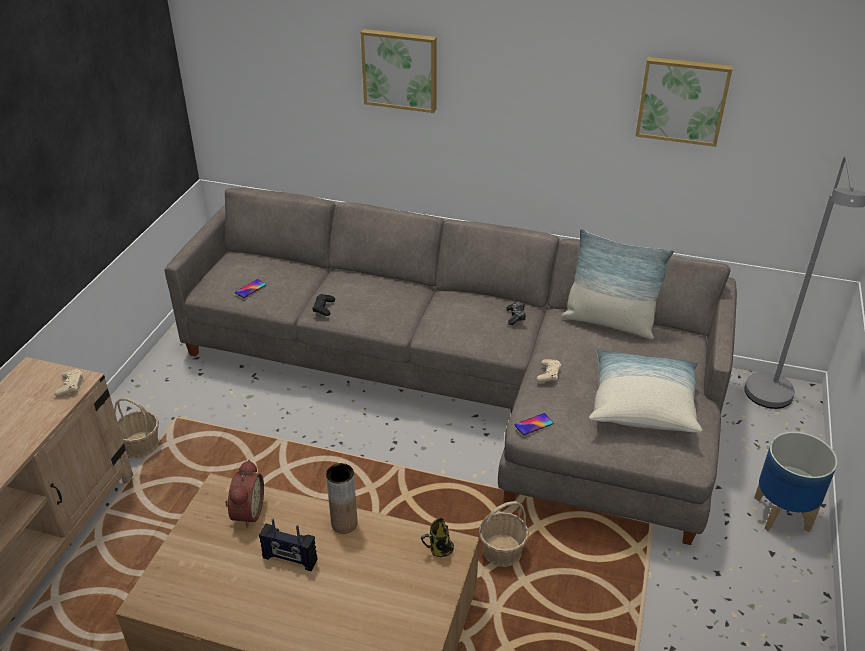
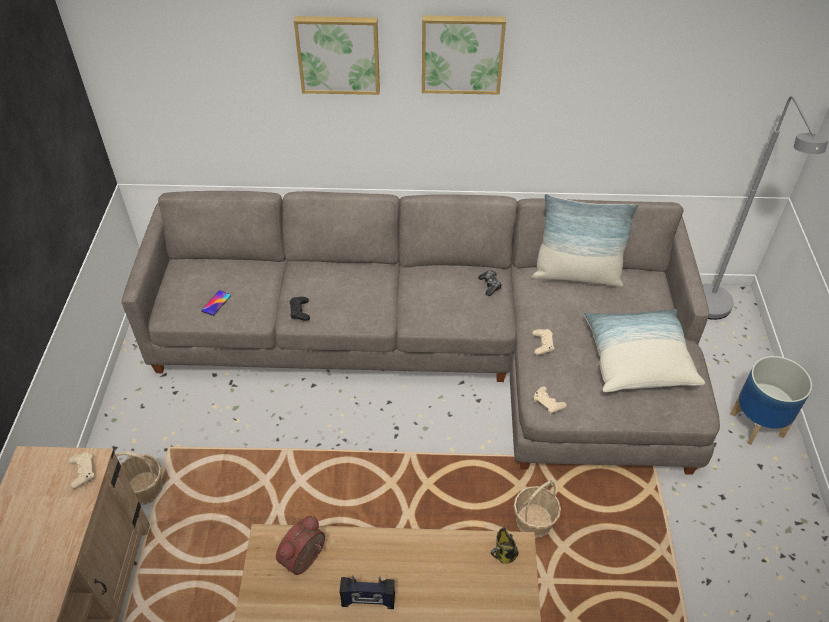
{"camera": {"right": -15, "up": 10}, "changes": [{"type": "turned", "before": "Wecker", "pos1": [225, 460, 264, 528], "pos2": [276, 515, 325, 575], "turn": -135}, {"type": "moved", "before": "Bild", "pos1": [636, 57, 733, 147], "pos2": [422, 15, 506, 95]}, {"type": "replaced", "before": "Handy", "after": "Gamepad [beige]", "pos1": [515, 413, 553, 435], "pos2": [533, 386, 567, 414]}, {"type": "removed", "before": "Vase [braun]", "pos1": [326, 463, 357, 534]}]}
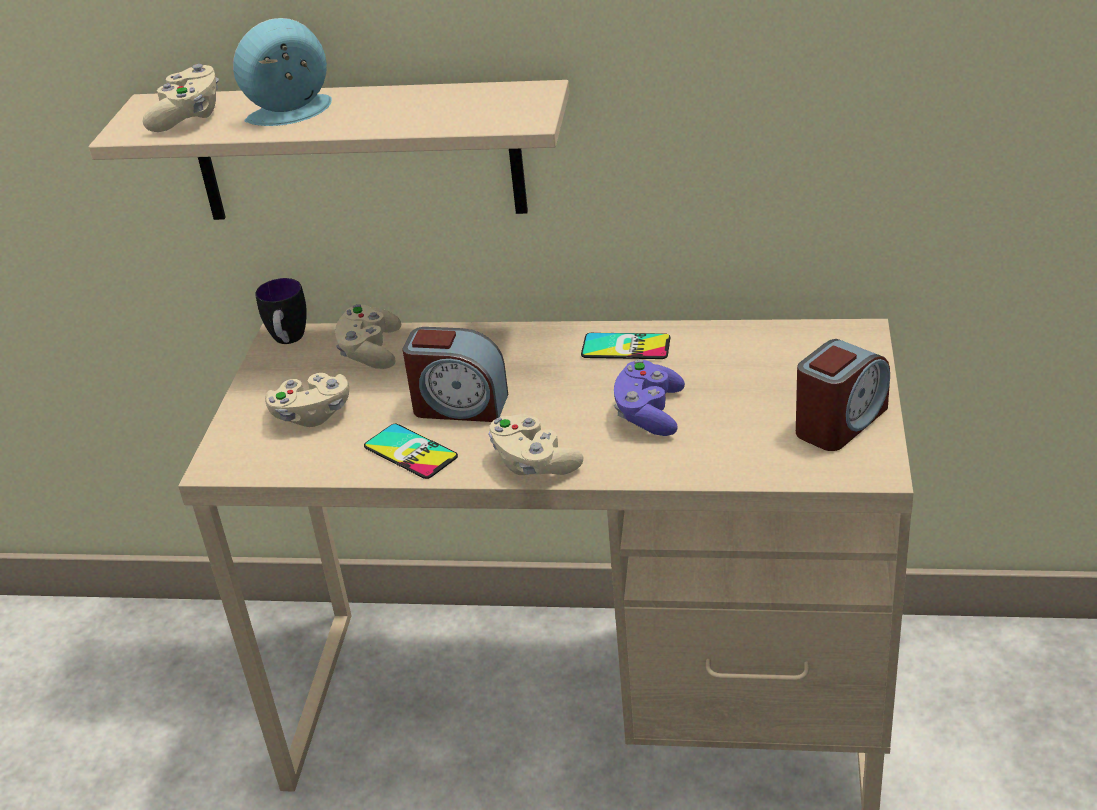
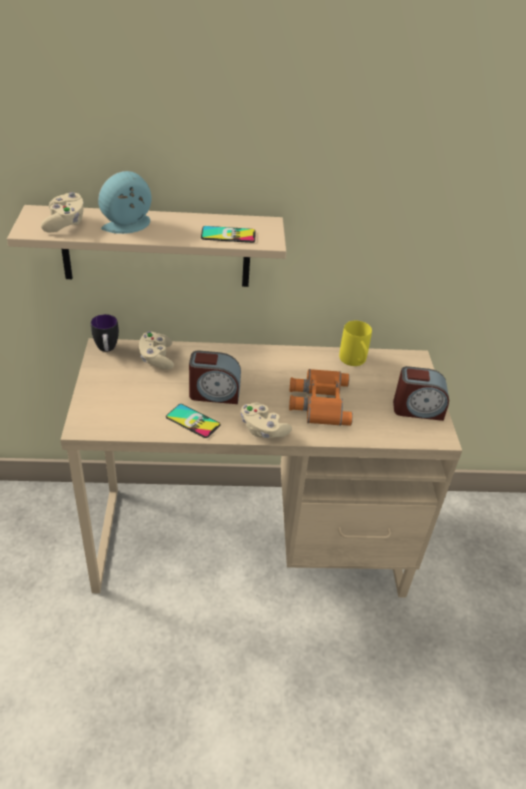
{"camera": {"right": -15, "up": 5}, "changes": [{"type": "moved", "before": "Handy", "pos1": [581, 333, 670, 359], "pos2": [201, 226, 256, 243]}, {"type": "replaced", "before": "Gamepad [lila]", "after": "Fernglas [orange]", "pos1": [614, 359, 685, 436], "pos2": [289, 369, 353, 426]}, {"type": "added", "after": "Henkelbecher [gelb]", "pos2": [339, 321, 372, 366]}, {"type": "turned", "before": "Wecker", "pos1": [796, 339, 890, 451], "pos2": [393, 366, 449, 421], "turn": 60}, {"type": "removed", "before": "Gamepad [beige]", "pos1": [265, 373, 349, 427]}]}
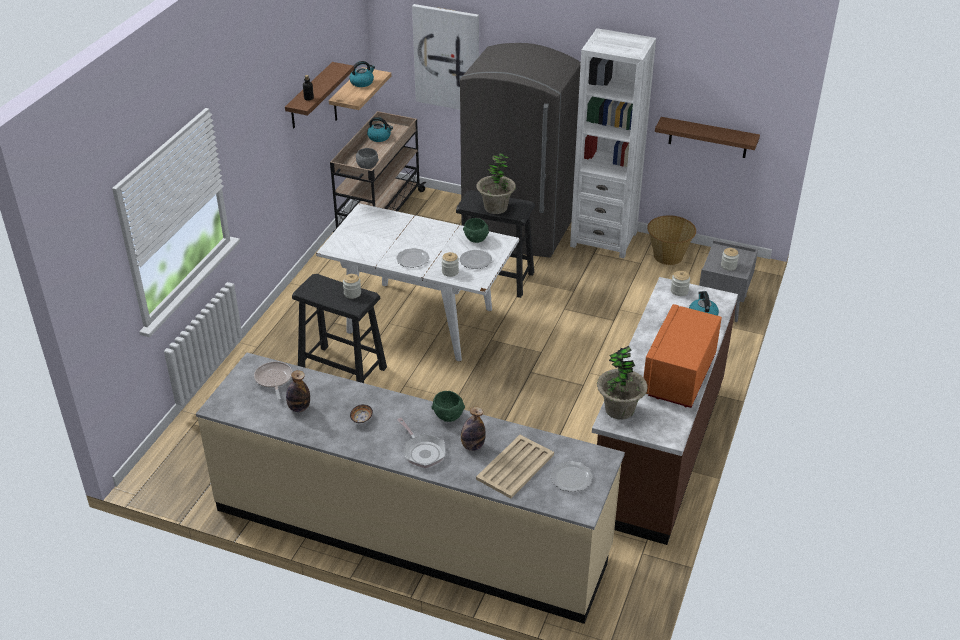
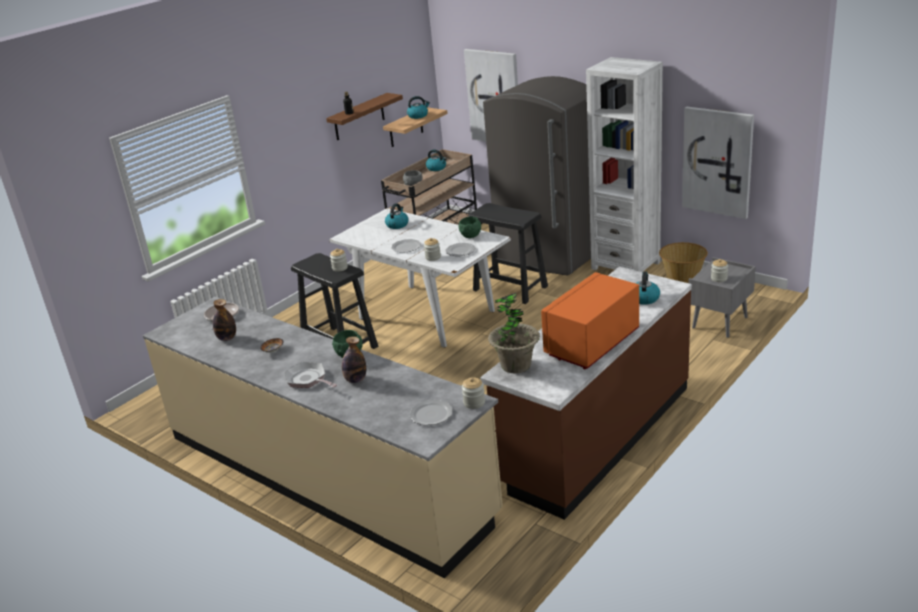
{"camera": {"right": 20, "up": -10}, "changes": [{"type": "turned", "before": "Pfanne", "pos1": [397, 418, 446, 468], "pos2": [284, 362, 337, 388], "turn": 150}, {"type": "added", "after": "Wasserkessel", "pos2": [385, 203, 409, 229]}, {"type": "moved", "before": "Vorratsglas", "pos1": [671, 271, 690, 296], "pos2": [462, 377, 485, 409]}, {"type": "replaced", "before": "Wandregal [braun]", "after": "Bild", "pos1": [655, 117, 760, 158], "pos2": [682, 107, 754, 219]}, {"type": "removed", "before": "Topfpflanze", "pos1": [476, 153, 516, 214]}, {"type": "removed", "before": "Tablett [beige]", "pos1": [476, 435, 554, 499]}]}
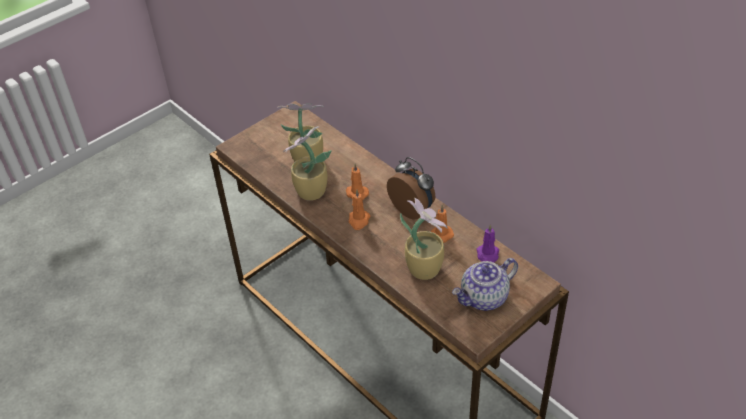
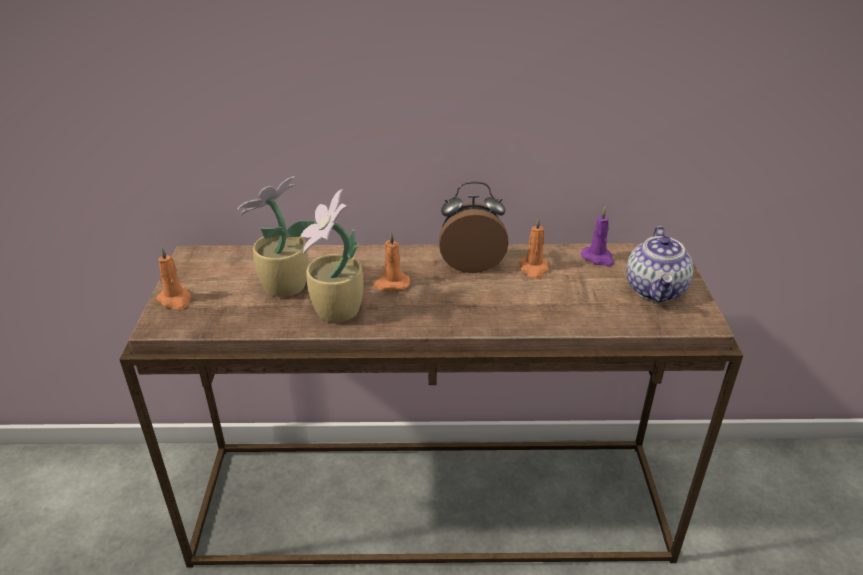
{"camera": {"right": -50, "up": -10}, "changes": [{"type": "moved", "before": "Kerze [orange]", "pos1": [349, 190, 370, 230], "pos2": [156, 247, 191, 310]}, {"type": "removed", "before": "Topfpflanze", "pos1": [400, 198, 448, 280]}]}
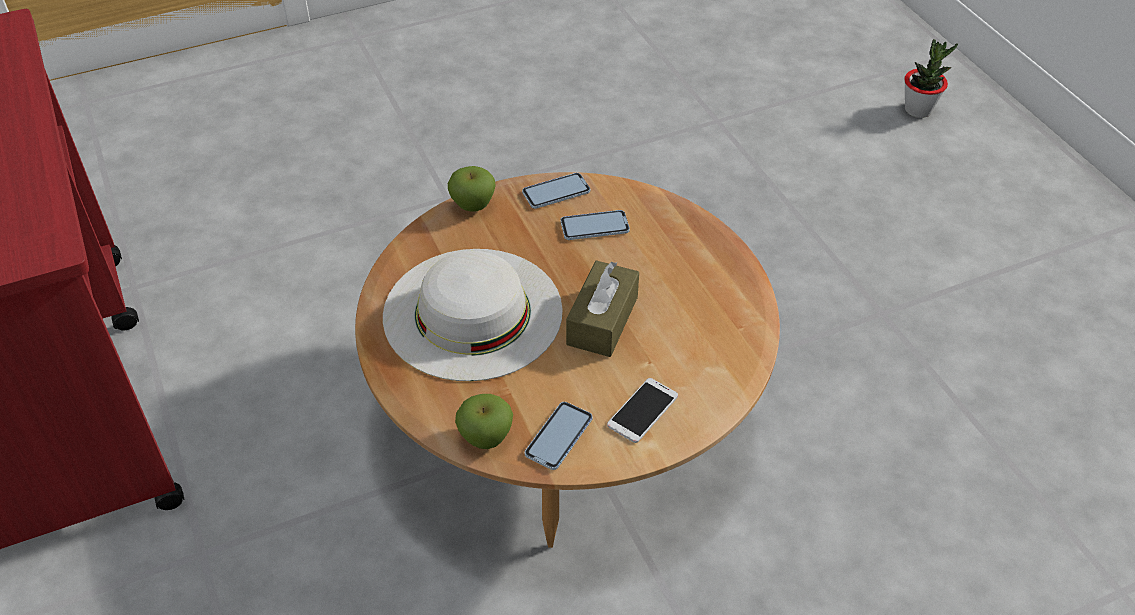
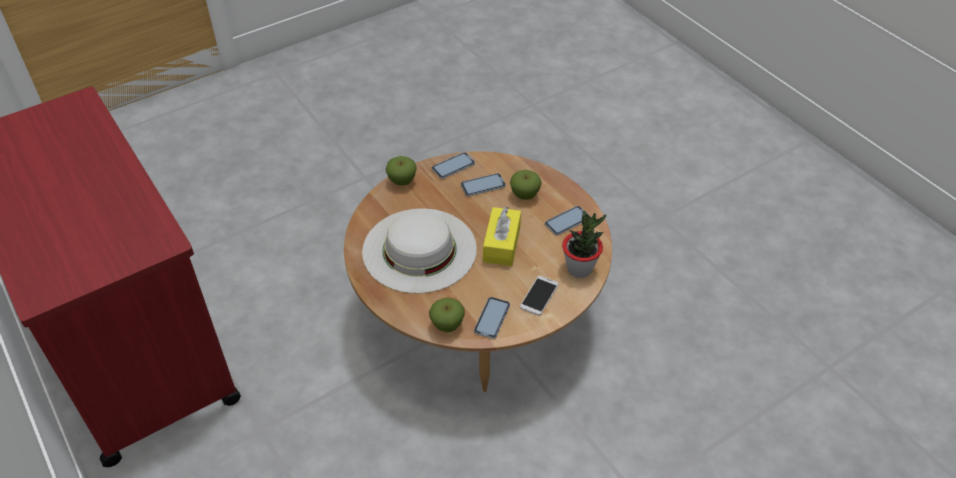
{"camera": {"right": -10, "up": 0}, "changes": [{"type": "recoloured", "before": "Taschentuchbox [braun]", "after": "Taschentuchbox [gelb]", "pos1": [566, 260, 639, 357], "pos2": [483, 207, 521, 266]}, {"type": "added", "after": "Apfel", "pos2": [510, 170, 542, 200]}, {"type": "added", "after": "Handy", "pos2": [545, 206, 588, 236]}, {"type": "moved", "before": "Topfpflanze", "pos1": [904, 39, 958, 118], "pos2": [562, 211, 606, 278]}]}
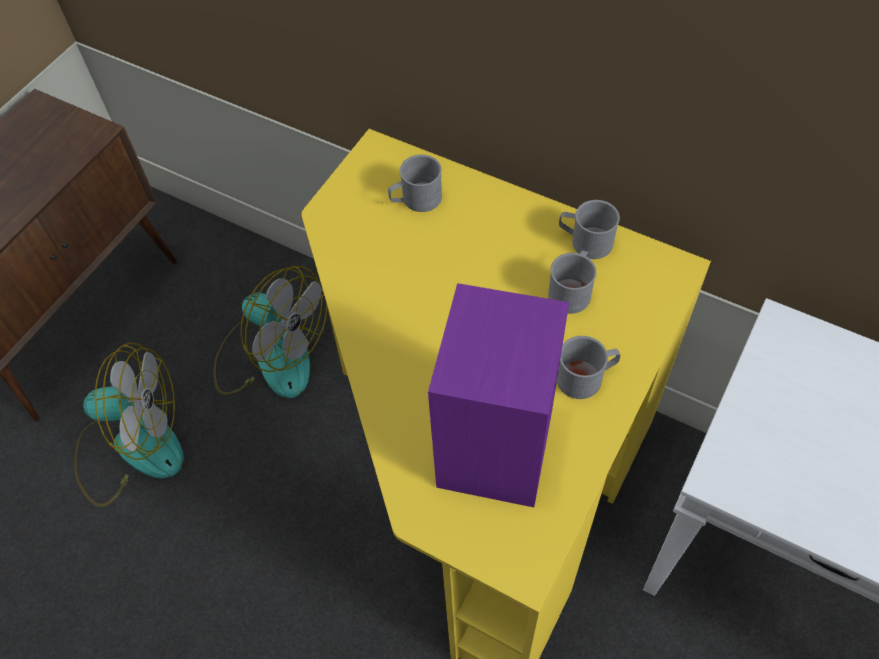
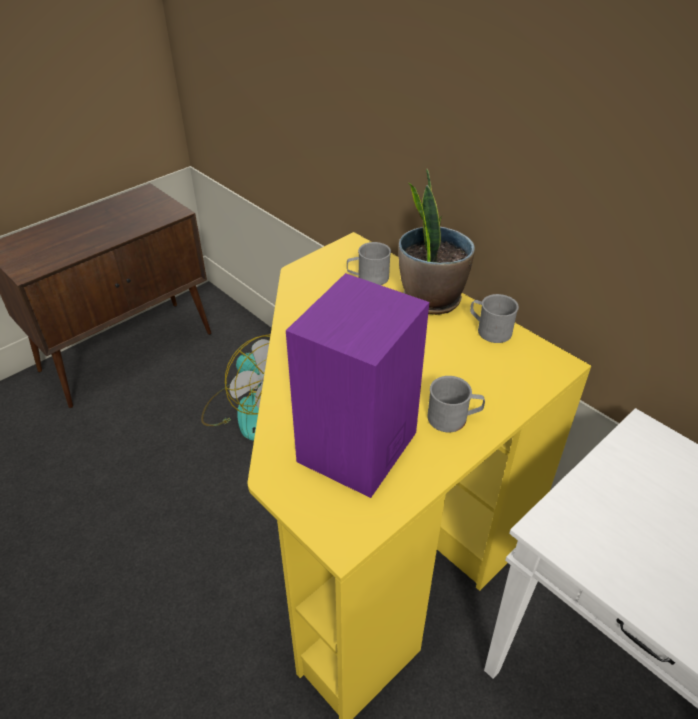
{"camera": {"right": 15, "up": -15}, "changes": [{"type": "added", "after": "Topfpflanze", "pos2": [398, 169, 475, 315]}, {"type": "removed", "before": "Ventilator", "pos1": [74, 343, 184, 507]}, {"type": "removed", "before": "Henkelbecher [grau]", "pos1": [548, 250, 597, 314]}]}
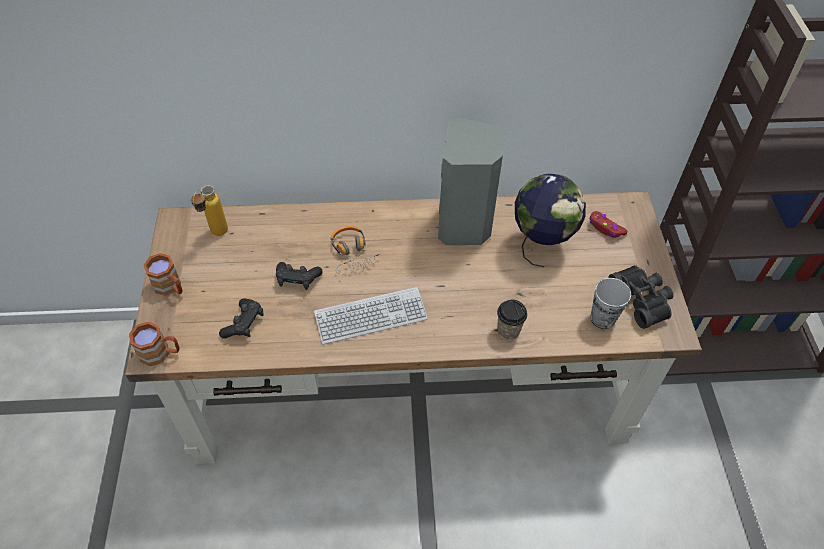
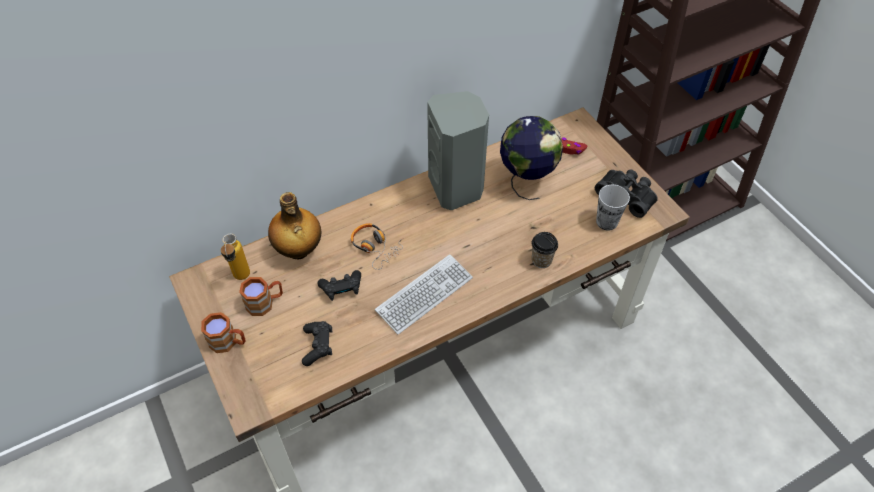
{"camera": {"right": -25, "up": 0}, "changes": [{"type": "moved", "before": "Henkelbecher [braun]", "pos1": [129, 322, 180, 366], "pos2": [239, 277, 283, 316]}, {"type": "added", "after": "Flasche", "pos2": [268, 192, 321, 259]}]}
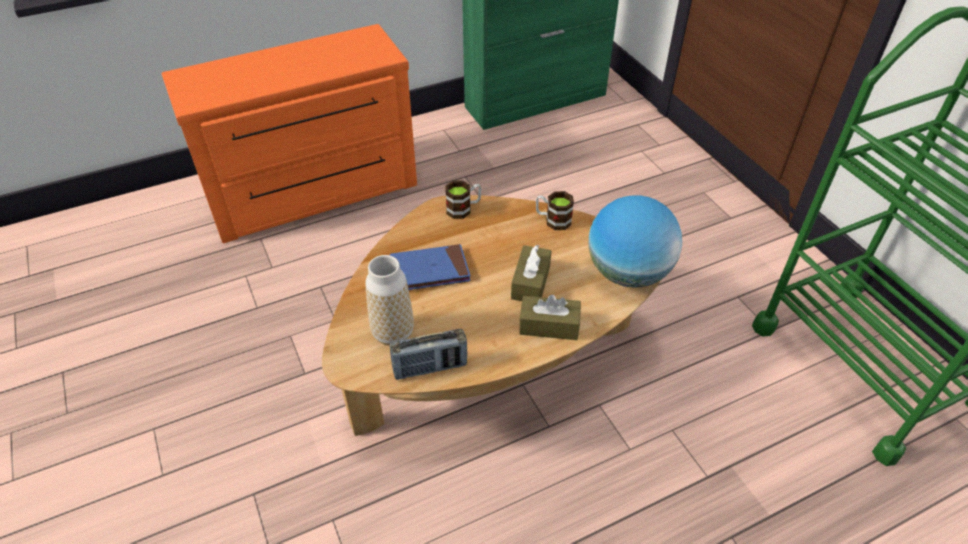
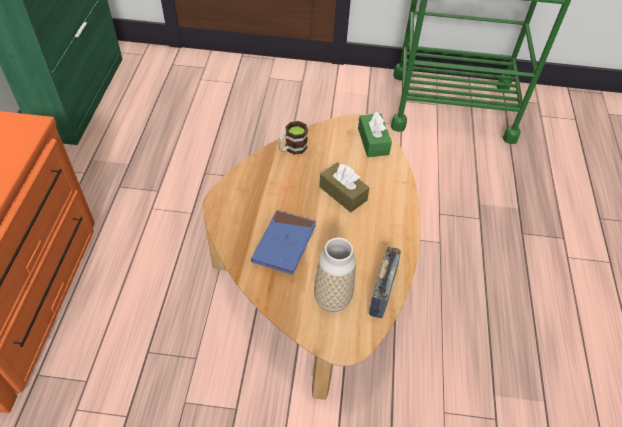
{"camera": {"right": -60, "up": 5}, "changes": [{"type": "replaced", "before": "Globus", "after": "Taschentuchbox [grün]", "pos1": [588, 195, 682, 288], "pos2": [358, 112, 392, 157]}, {"type": "removed", "before": "Henkelbecher", "pos1": [445, 180, 481, 219]}, {"type": "removed", "before": "Taschentuchbox [braun]", "pos1": [519, 294, 581, 340]}]}
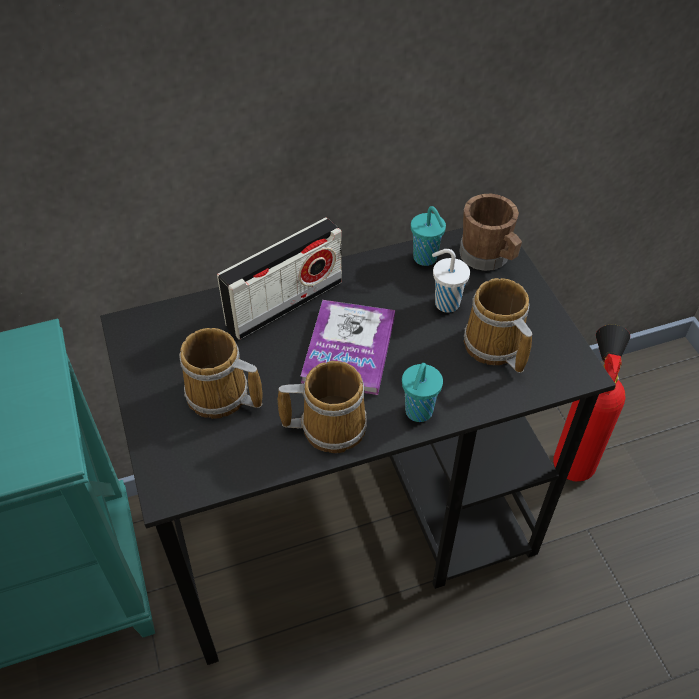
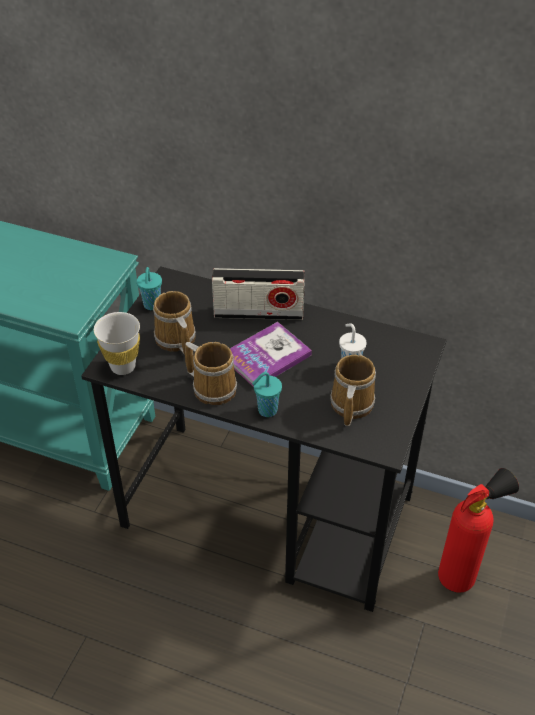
{"camera": {"right": 40, "up": -5}, "changes": [{"type": "added", "after": "Tasse [weiß]", "pos2": [94, 312, 140, 375]}, {"type": "moved", "before": "Tasse [türkis]", "pos1": [411, 206, 446, 266], "pos2": [137, 267, 162, 310]}, {"type": "removed", "before": "Henkelbecher [braun]", "pos1": [459, 194, 522, 271]}]}
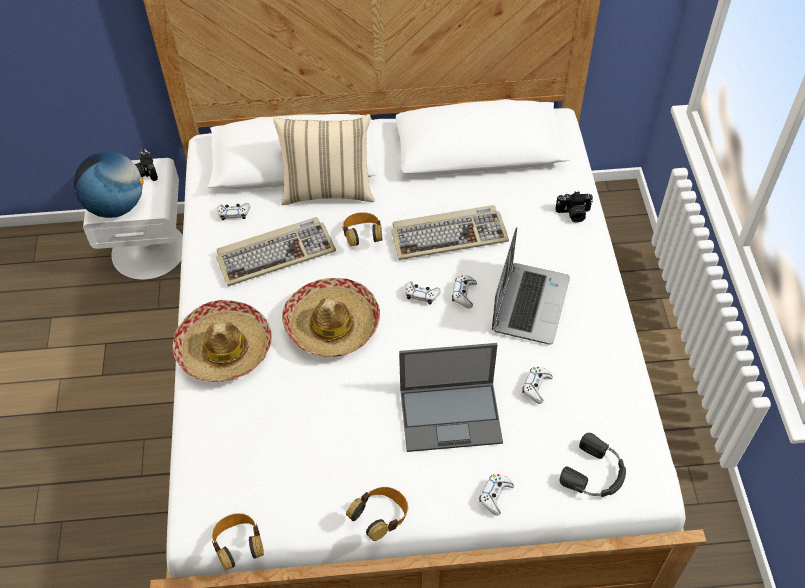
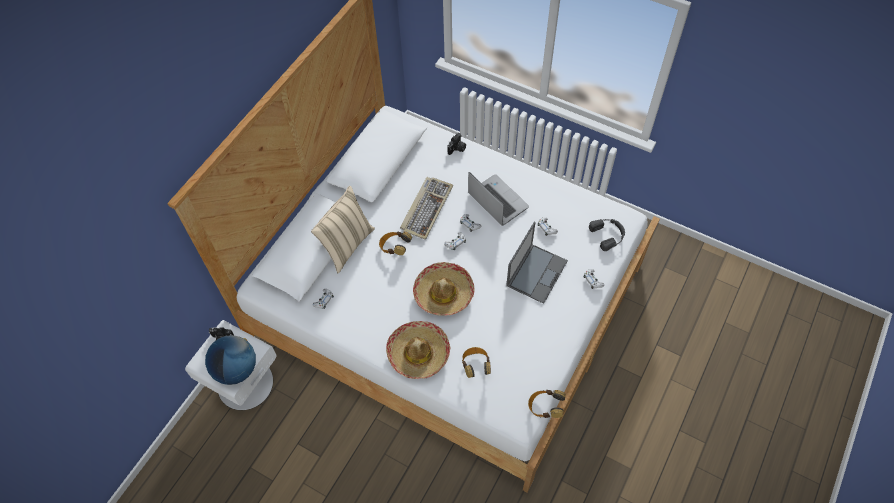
{"camera": {"right": -55, "up": 5}, "changes": [{"type": "moved", "before": "Kopfhörer", "pos1": [346, 487, 408, 541], "pos2": [462, 347, 491, 378]}, {"type": "removed", "before": "Tastatur", "pos1": [216, 217, 336, 286]}]}
